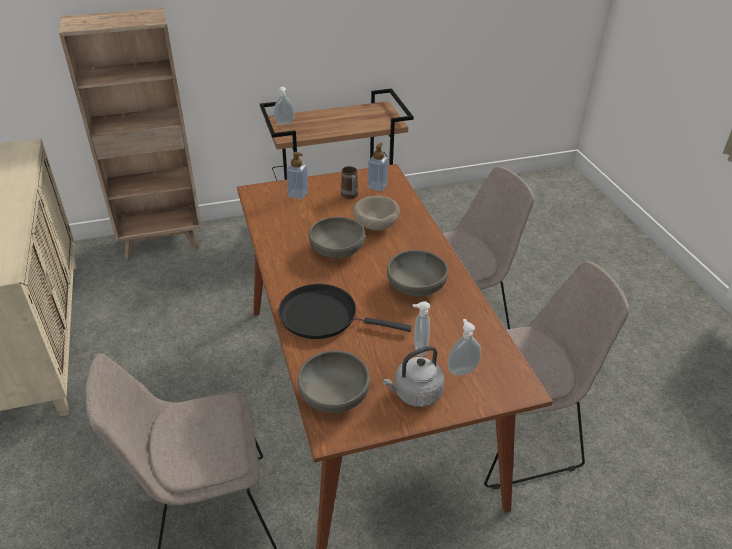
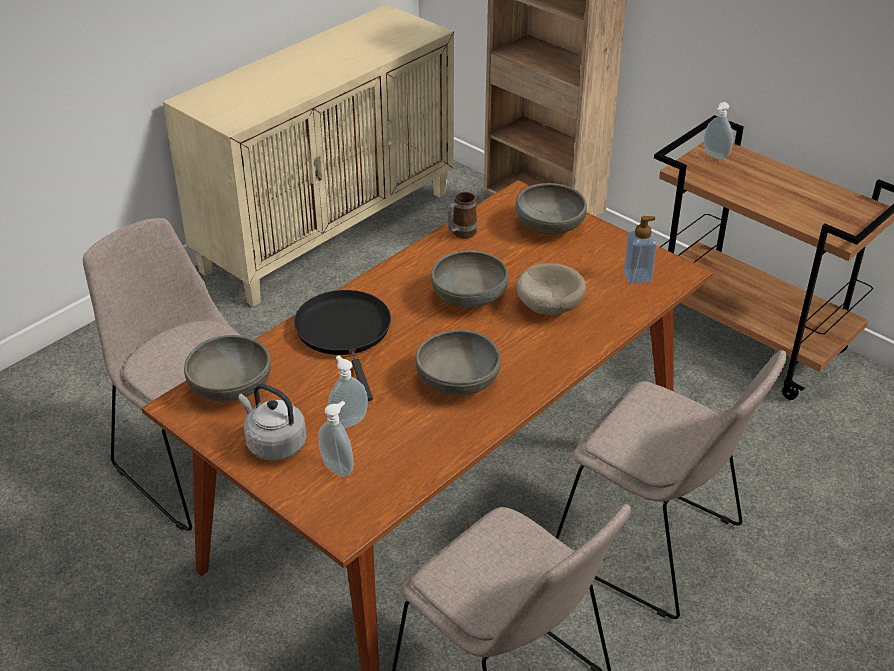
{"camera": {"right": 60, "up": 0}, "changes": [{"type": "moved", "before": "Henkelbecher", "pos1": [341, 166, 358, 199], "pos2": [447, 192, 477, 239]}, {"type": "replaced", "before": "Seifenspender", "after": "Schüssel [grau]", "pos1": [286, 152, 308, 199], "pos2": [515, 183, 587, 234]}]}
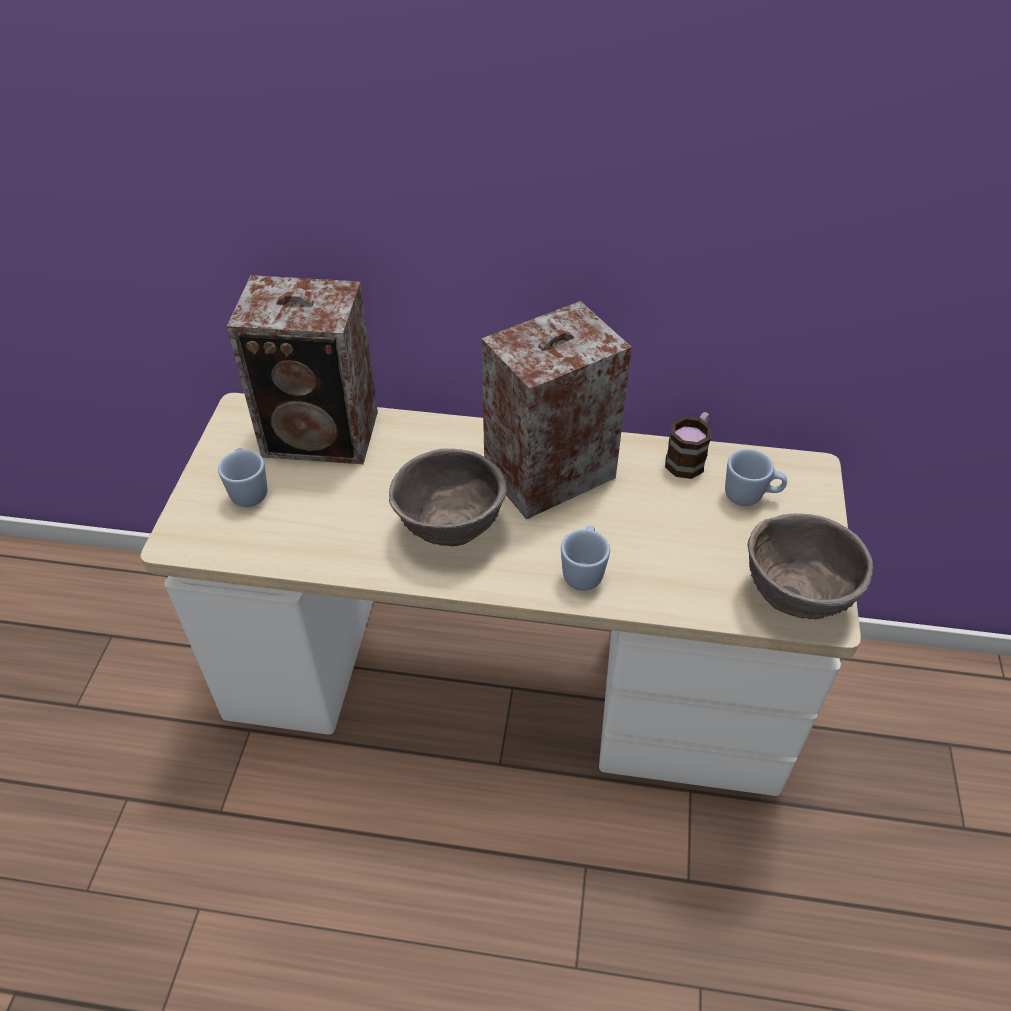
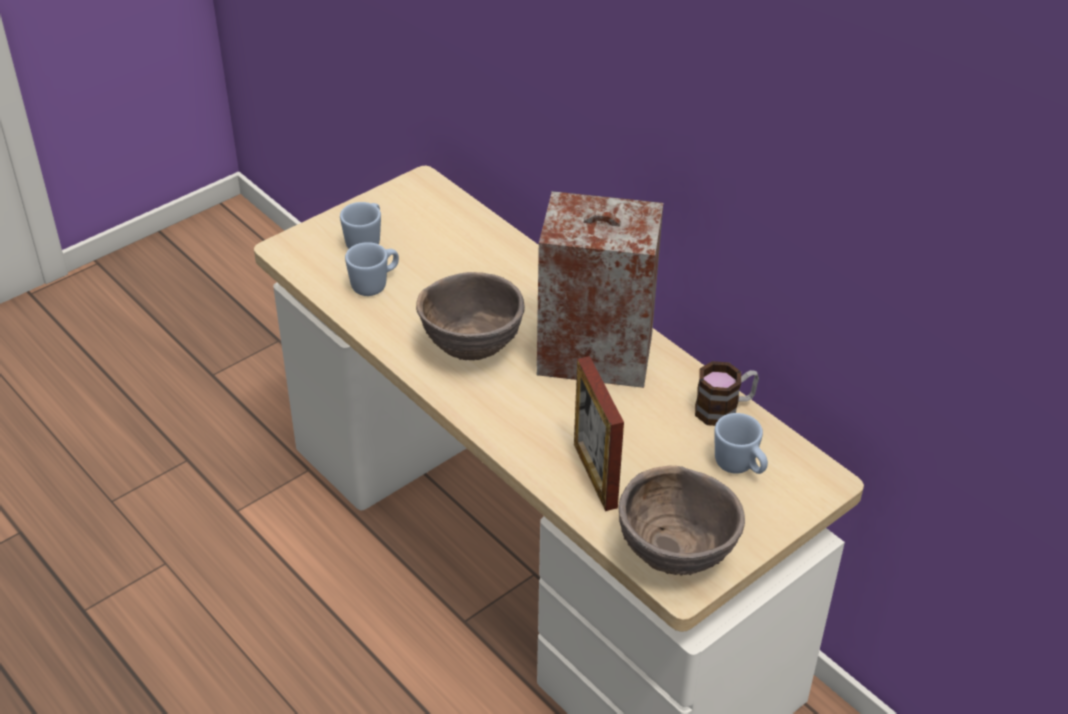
{"camera": {"right": 40, "up": -5}, "changes": [{"type": "moved", "before": "Henkelbecher [blau]", "pos1": [561, 526, 610, 591], "pos2": [345, 242, 399, 296]}, {"type": "added", "after": "Bilderrahmen", "pos2": [574, 356, 624, 511]}, {"type": "removed", "before": "Lautsprecher", "pos1": [227, 275, 378, 464]}]}
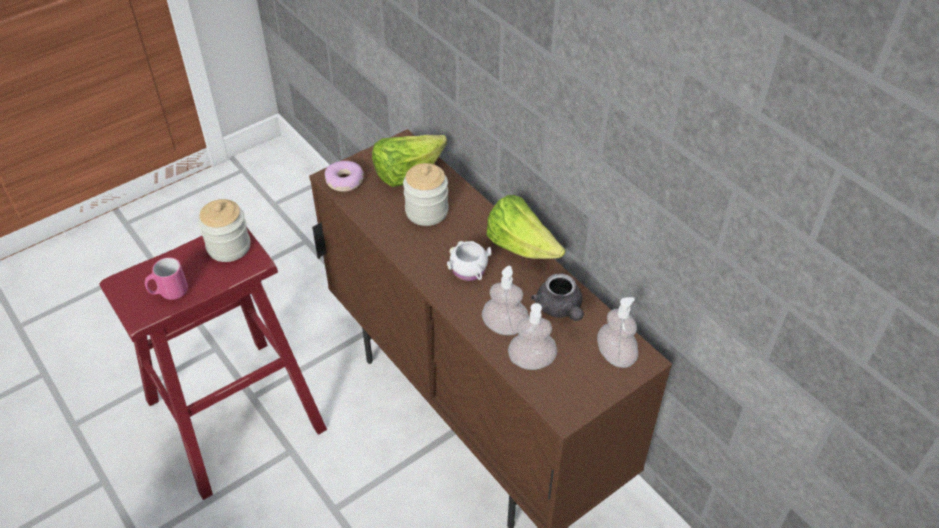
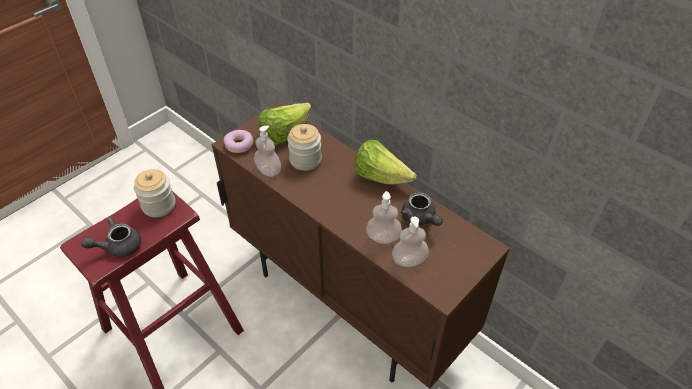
{"camera": {"right": -10, "up": 0}, "changes": [{"type": "replaced", "before": "Henkelbecher [rosa]", "after": "Teekanne [grau]", "pos1": [145, 257, 188, 300], "pos2": [81, 218, 141, 257]}, {"type": "moved", "before": "Seifenspender", "pos1": [597, 297, 638, 368], "pos2": [254, 126, 281, 177]}, {"type": "removed", "before": "Henkelbecher [weiß]", "pos1": [447, 241, 491, 281]}]}
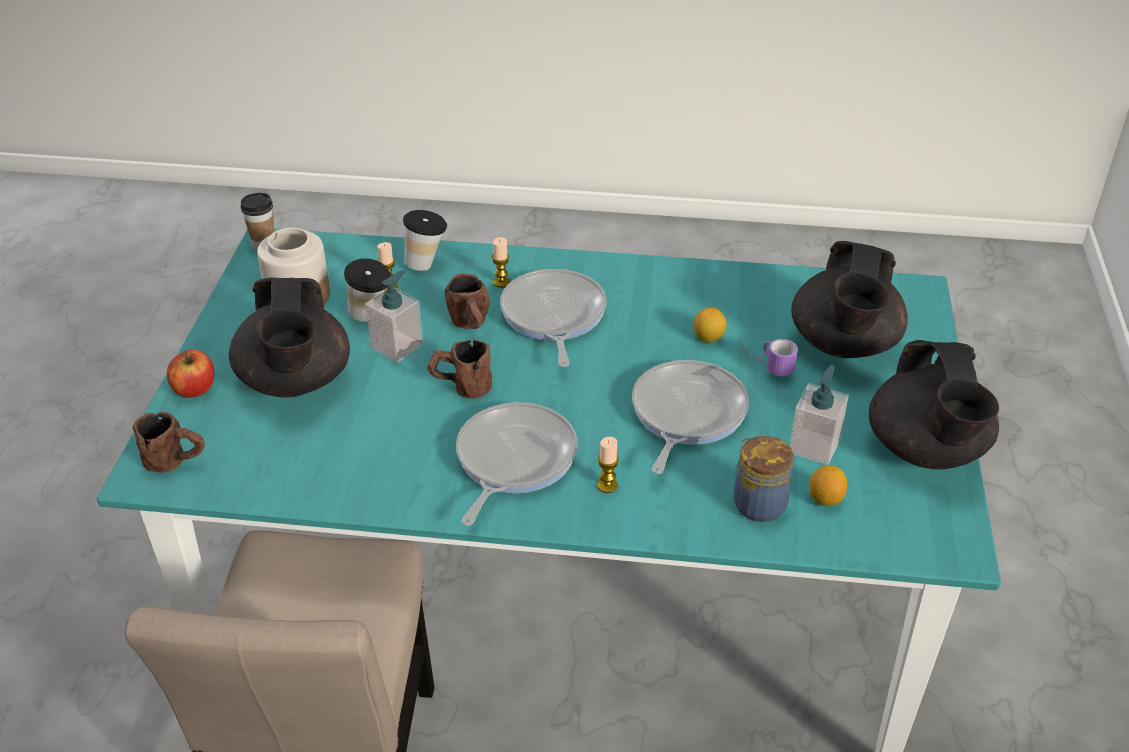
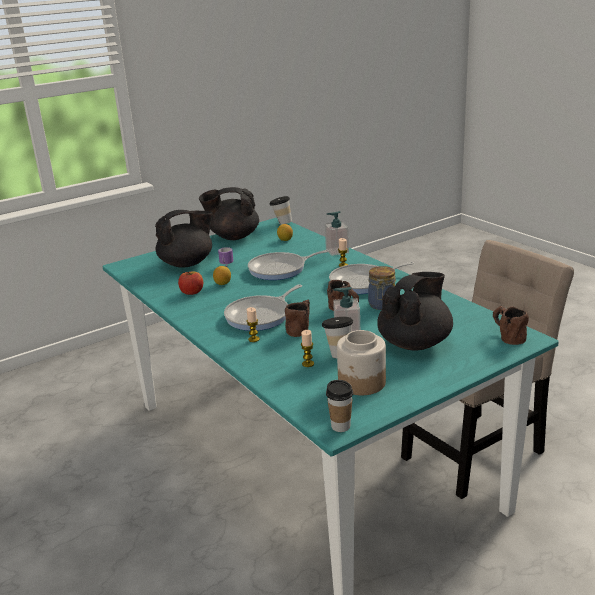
{"camera": {"right": -130, "up": -15}, "changes": [{"type": "moved", "before": "Apfel", "pos1": [167, 350, 214, 398], "pos2": [178, 272, 203, 295]}, {"type": "turned", "before": "Teekanne [schwarz]", "pos1": [869, 340, 999, 470], "pos2": [199, 187, 259, 240], "turn": -135}, {"type": "moved", "before": "Tasse", "pos1": [403, 210, 447, 271], "pos2": [269, 196, 292, 225]}, {"type": "moved", "before": "Seifenspender", "pos1": [789, 365, 849, 466], "pos2": [325, 211, 349, 256]}, {"type": "moved", "before": "Vorratsglas", "pos1": [734, 436, 793, 522], "pos2": [368, 266, 396, 310]}]}
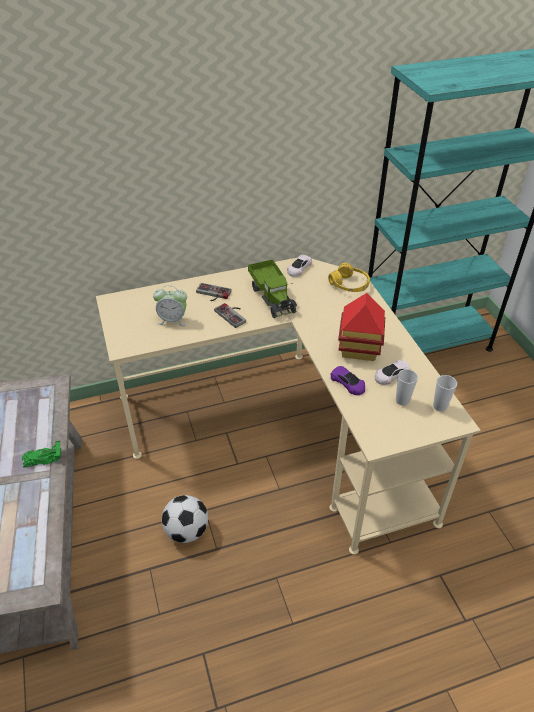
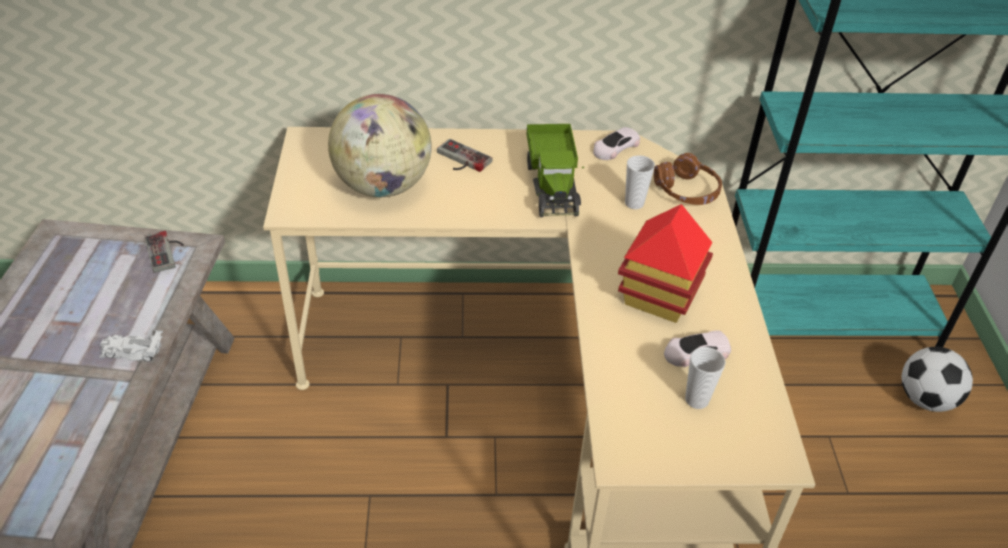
{"camera": {"right": 15, "up": 0}, "changes": [{"type": "recoloured", "before": "Spielzeugauto [grün]", "after": "Spielzeugauto [weiß]", "pos1": [22, 441, 62, 468], "pos2": [99, 330, 163, 362]}, {"type": "moved", "before": "Gamepad", "pos1": [214, 303, 246, 328], "pos2": [144, 231, 184, 273]}, {"type": "replaced", "before": "Wecker", "after": "Globus", "pos1": [153, 285, 187, 326], "pos2": [328, 94, 432, 197]}, {"type": "moved", "before": "Tasse", "pos1": [433, 375, 457, 412], "pos2": [625, 155, 655, 209]}, {"type": "recoloured", "before": "Kopfhörer [gelb]", "after": "Kopfhörer [braun]", "pos1": [328, 263, 370, 292], "pos2": [654, 153, 722, 205]}, {"type": "moved", "before": "Fußball", "pos1": [162, 495, 208, 543], "pos2": [901, 347, 973, 412]}, {"type": "removed", "before": "Spielzeugauto [lila]", "pos1": [331, 366, 365, 395]}]}
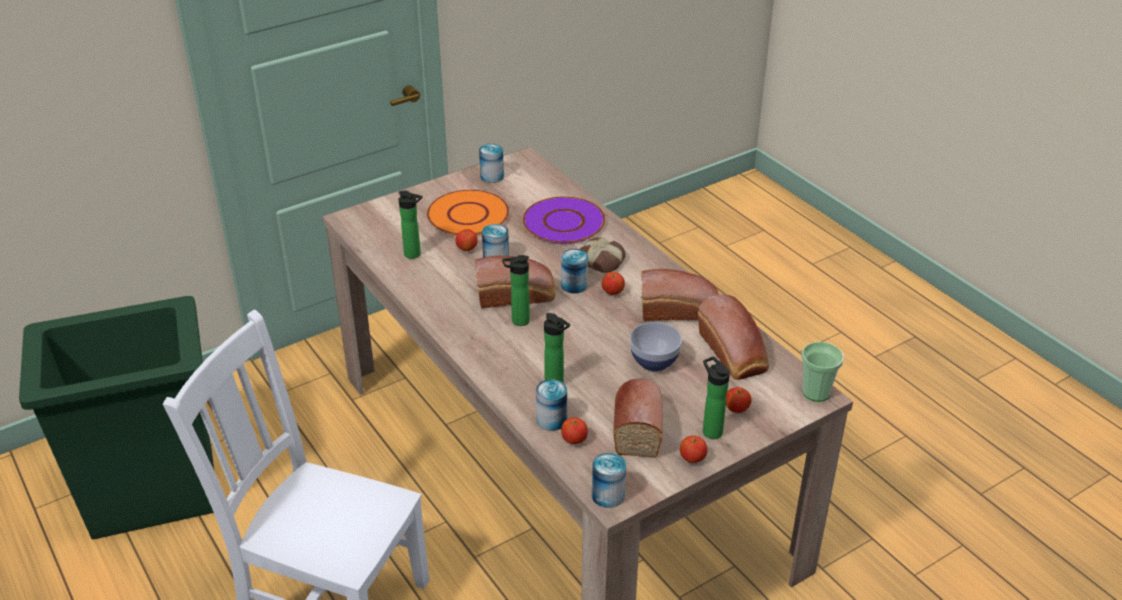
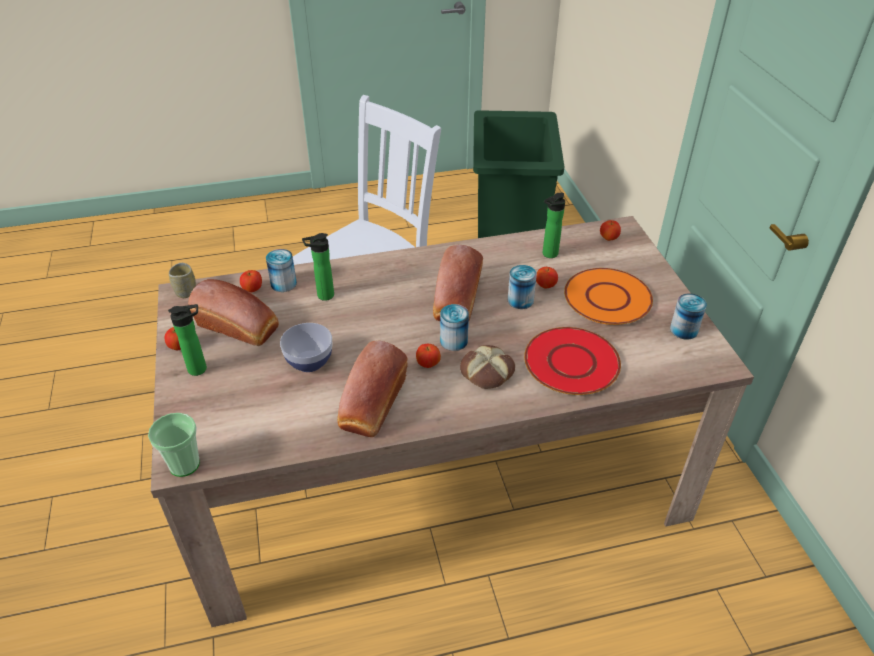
{"camera": {"right": 110, "up": 5}, "changes": [{"type": "replaced", "before": "Dose", "after": "Tasse", "pos1": [592, 453, 626, 508], "pos2": [169, 263, 196, 298]}, {"type": "recoloured", "before": "Teller [lila]", "after": "Teller [rot]", "pos1": [523, 196, 606, 244], "pos2": [524, 327, 621, 395]}, {"type": "moved", "before": "Apfel", "pos1": [726, 387, 752, 413], "pos2": [600, 220, 621, 241]}, {"type": "removed", "before": "Flasche", "pos1": [502, 255, 530, 326]}, {"type": "removed", "before": "Brot", "pos1": [697, 294, 769, 380]}]}
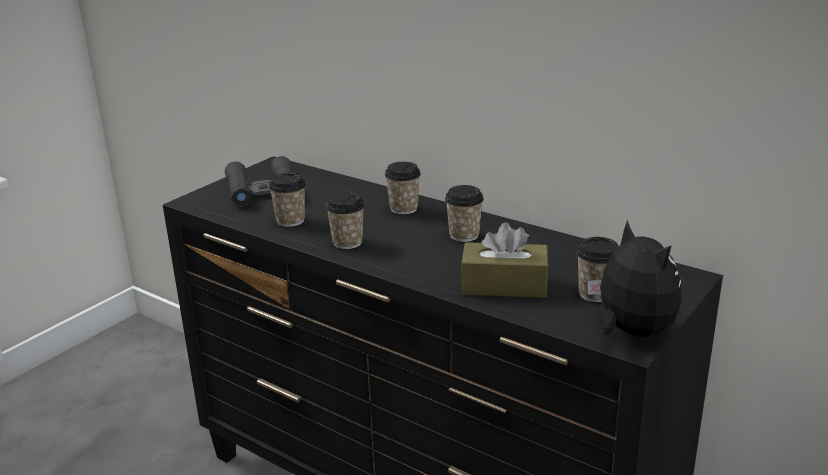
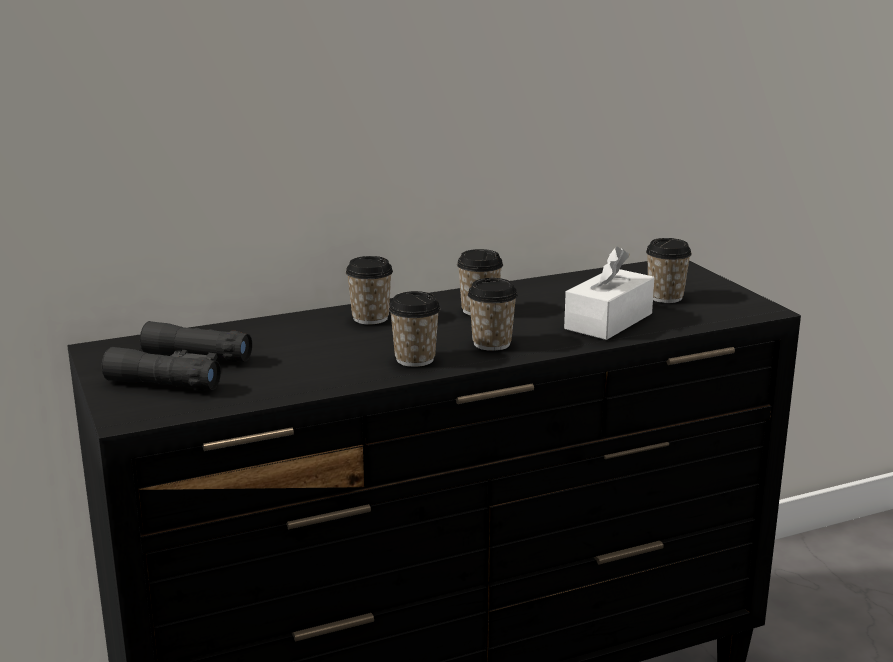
{"camera": {"right": -60, "up": -5}, "changes": [{"type": "moved", "before": "Tasse", "pos1": [269, 172, 306, 227], "pos2": [468, 278, 518, 351]}, {"type": "recoloured", "before": "Taschentuchbox [braun]", "after": "Taschentuchbox [weiß]", "pos1": [461, 222, 549, 298], "pos2": [564, 247, 654, 340]}, {"type": "removed", "before": "Plüschtier", "pos1": [588, 220, 682, 337]}]}
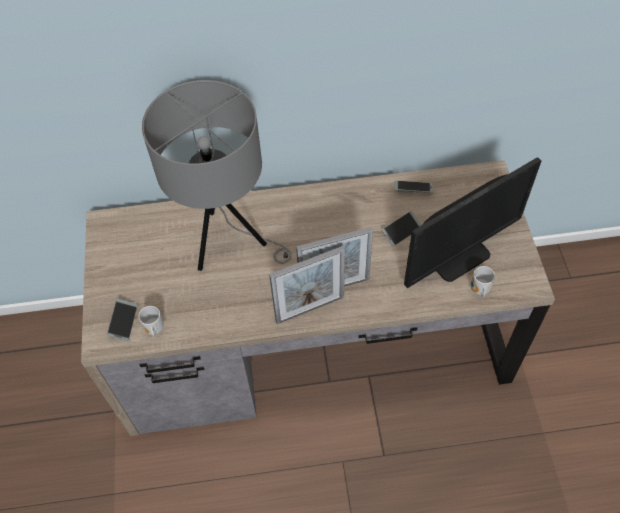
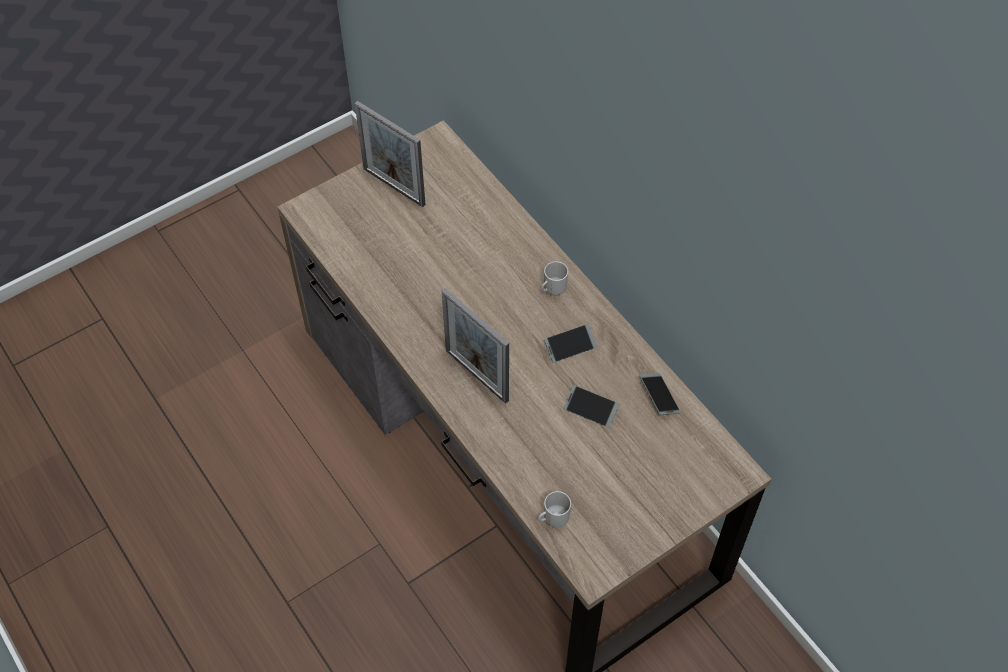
{"camera": {"right": 60, "up": 0}, "changes": [{"type": "moved", "before": "Bilderrahmen", "pos1": [269, 246, 345, 324], "pos2": [355, 101, 426, 207]}, {"type": "moved", "before": "Henkelbecher", "pos1": [138, 306, 164, 337], "pos2": [541, 261, 568, 295]}, {"type": "moved", "before": "Handy", "pos1": [107, 299, 138, 341], "pos2": [544, 324, 597, 363]}, {"type": "removed", "before": "Tischlampe [grau]", "pos1": [142, 80, 292, 271]}, {"type": "removed", "before": "Monitor", "pos1": [404, 157, 541, 288]}]}
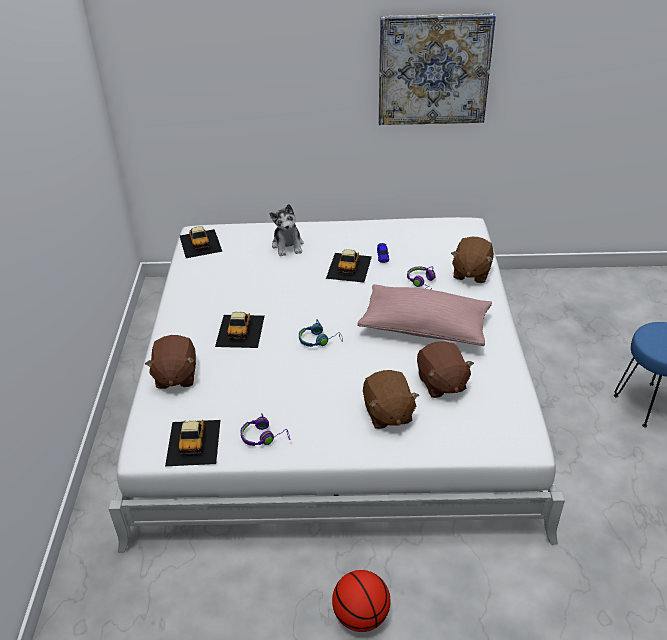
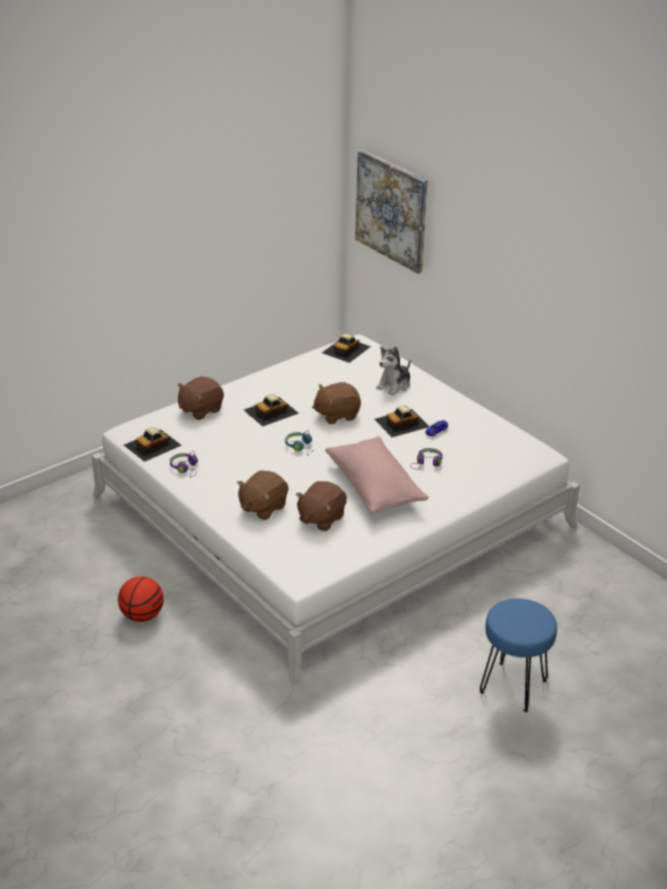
{"camera": {"right": 50, "up": -5}, "changes": [{"type": "moved", "before": "Plüschtier [braun]", "pos1": [451, 237, 494, 283], "pos2": [312, 382, 361, 424]}, {"type": "moved", "before": "Bild", "pos1": [379, 13, 496, 125], "pos2": [355, 150, 428, 274]}]}
